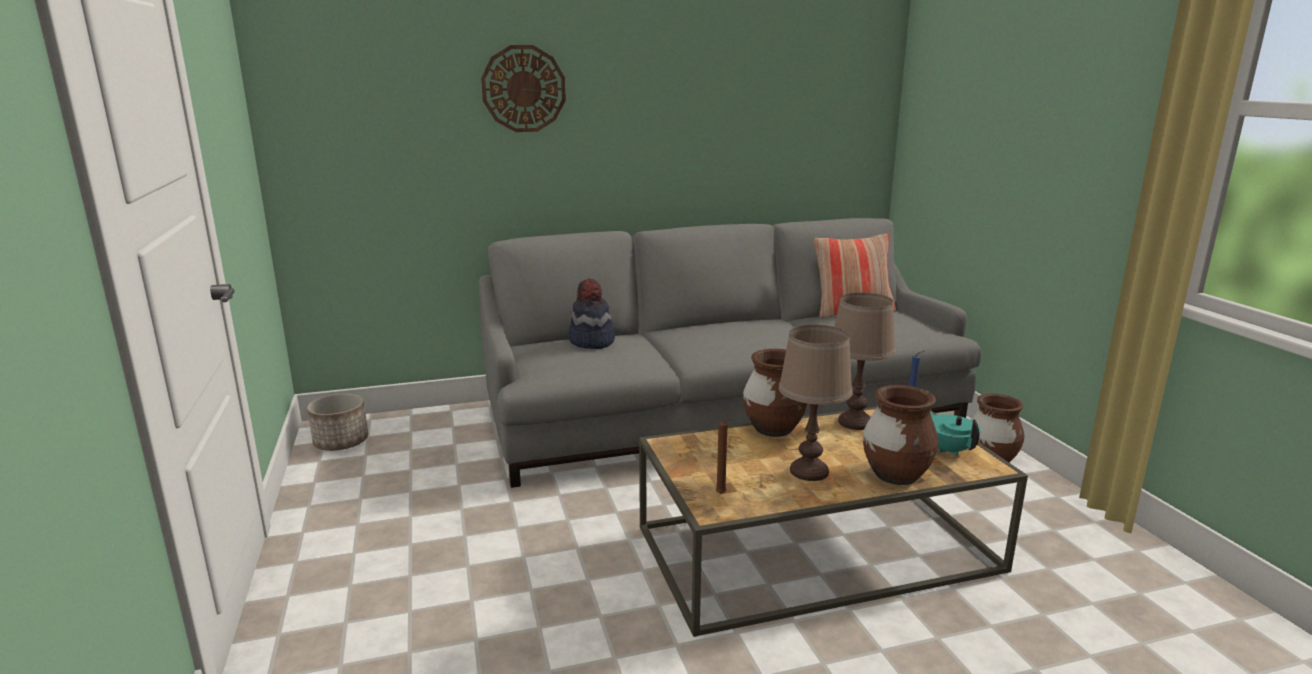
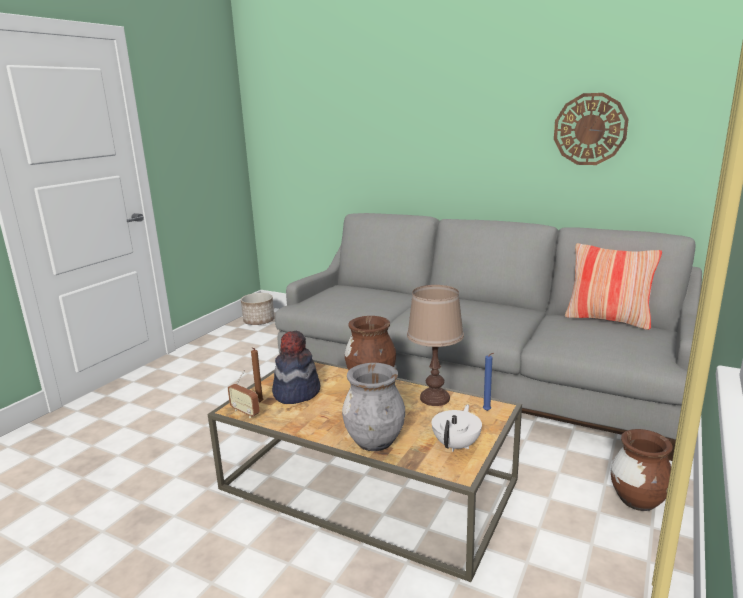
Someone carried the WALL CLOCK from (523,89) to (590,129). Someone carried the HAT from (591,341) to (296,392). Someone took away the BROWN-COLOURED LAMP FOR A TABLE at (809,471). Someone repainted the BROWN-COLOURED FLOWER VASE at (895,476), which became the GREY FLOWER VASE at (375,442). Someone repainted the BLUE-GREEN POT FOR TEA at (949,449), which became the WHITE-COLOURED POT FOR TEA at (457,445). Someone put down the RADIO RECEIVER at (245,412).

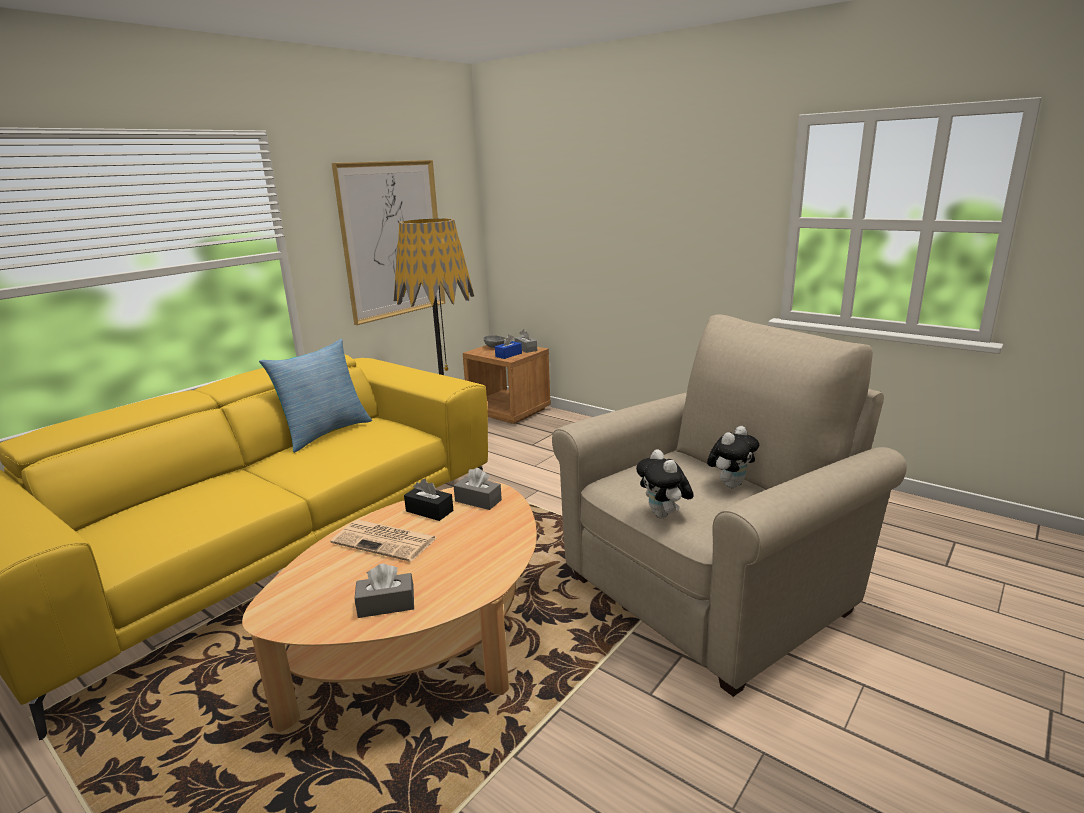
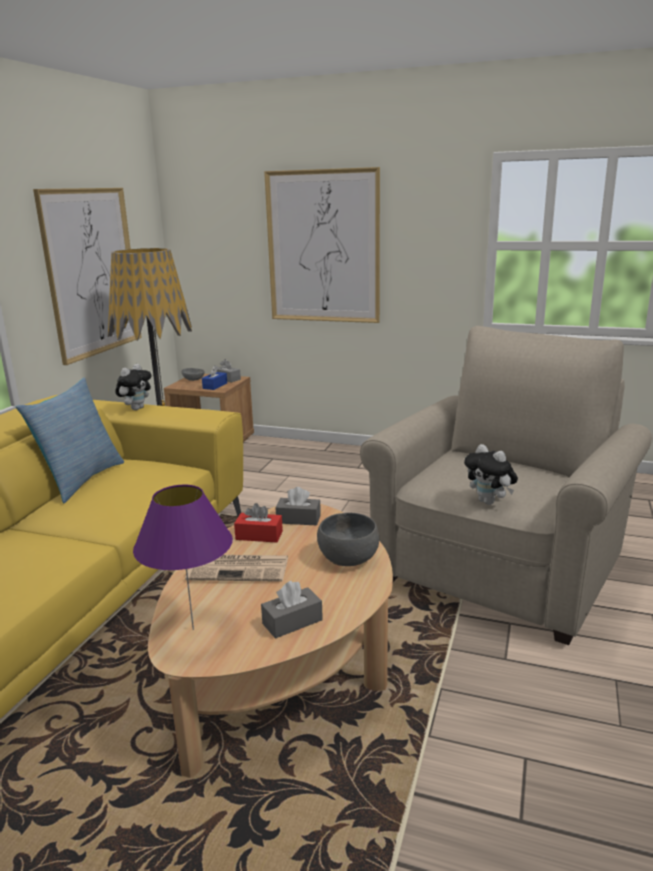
Someone carried the PLUSH TOY from (731,484) to (136,408). Someone repainted the BLACK BOX OF TISSUES at (429,511), which became the RED BOX OF TISSUES at (259,535). Someone put up the PICTURE at (323,247). Someone put down the PURPLE LAMP FOR A TABLE at (192,629). Someone put down the GREY BOWL at (349,558).

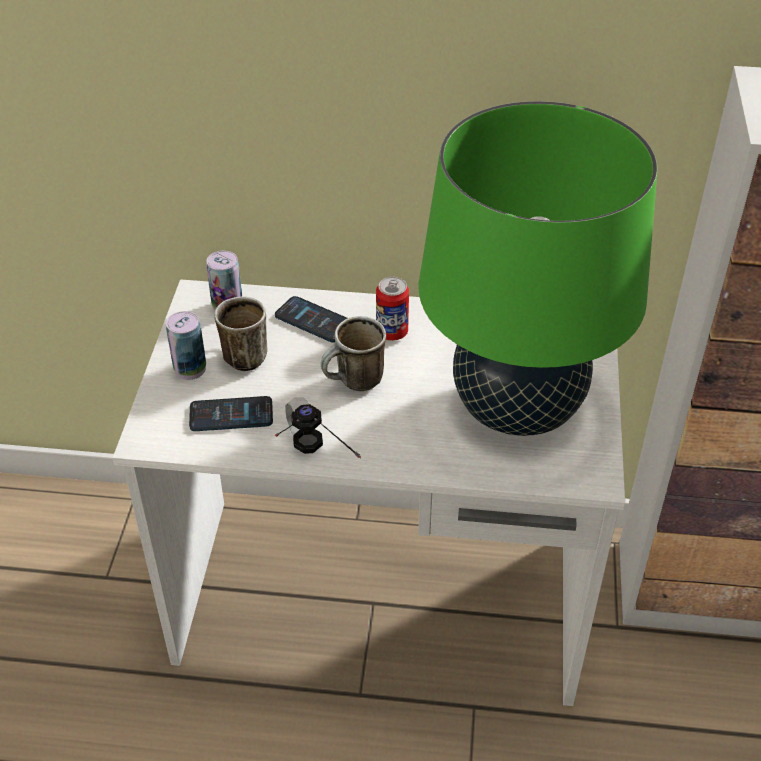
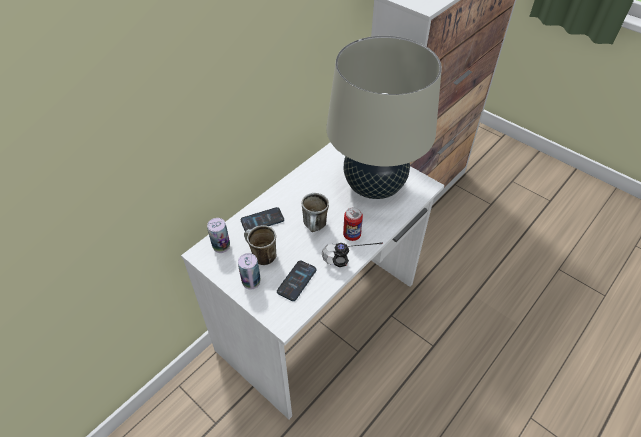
Someone repainted the GREEN-COLOURED LAMP FOR A TABLE at (517,408), which became the BEIGE-COLOURED LAMP FOR A TABLE at (374,186). Someone carried the CAN from (392,332) to (352,235).

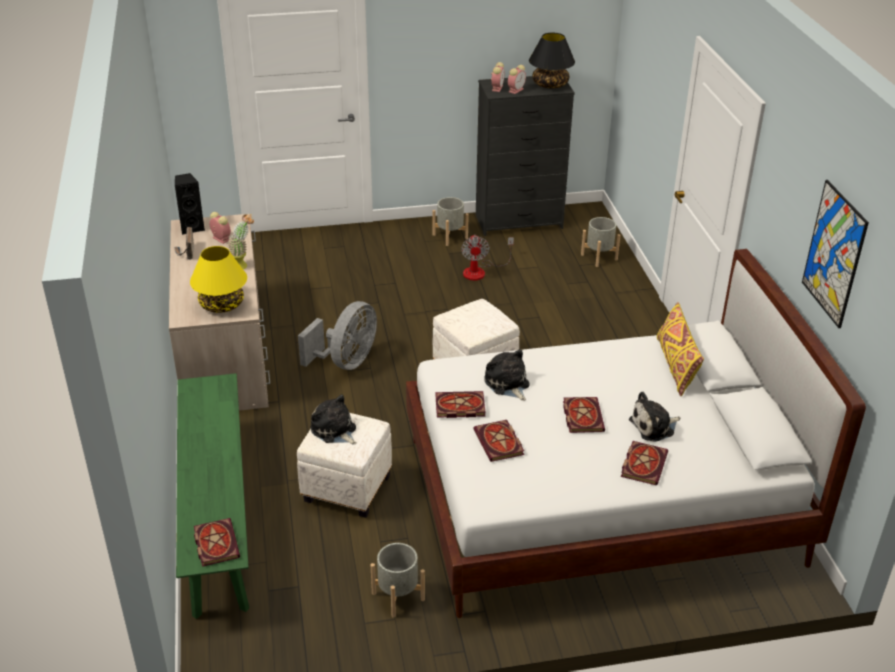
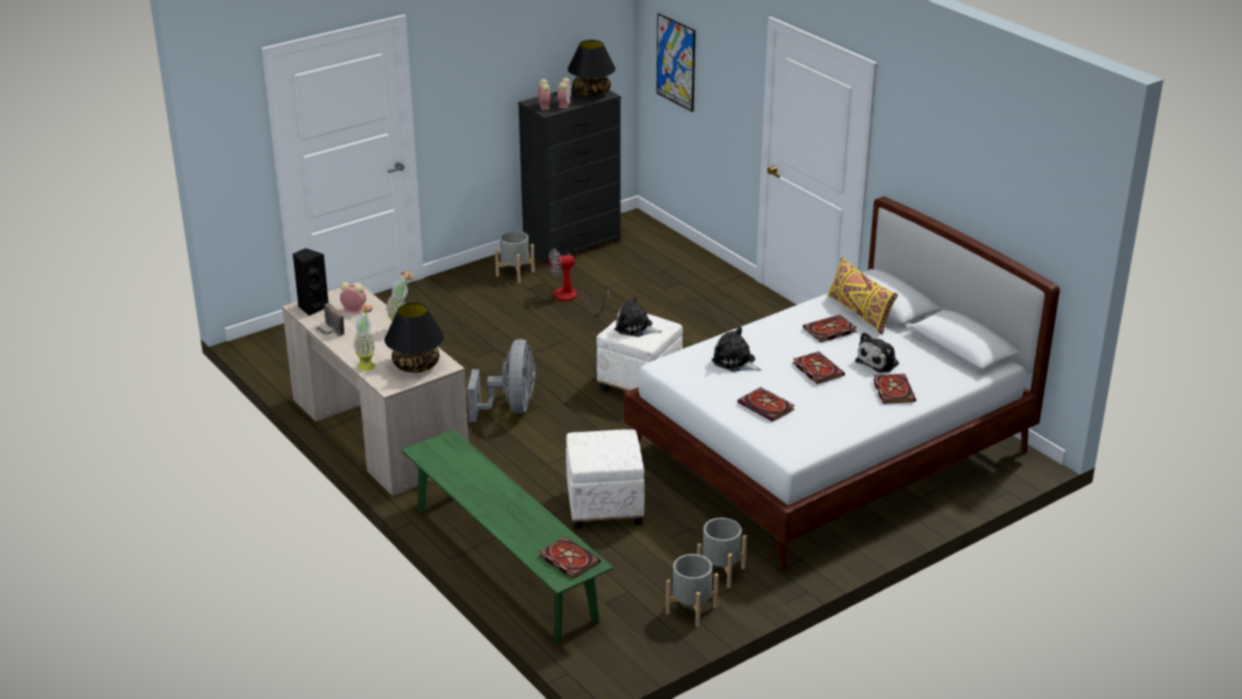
Someone carried the PICTURE from (834,254) to (676,62). Someone carried the GREY PLANTER from (599,257) to (691,610). Someone rotated the FAN at (480,271) by 105 degrees clockwise. Someone repainted the YELLOWISH LAMP FOR A TABLE at (222,305), which became the BLACK LAMP FOR A TABLE at (416,365). Someone carried the VOLUME from (458,407) to (829,331). Someone carried the PLUSH TOY from (334,430) to (635,328). Someone put down the PLANT IN A POT at (367,364).

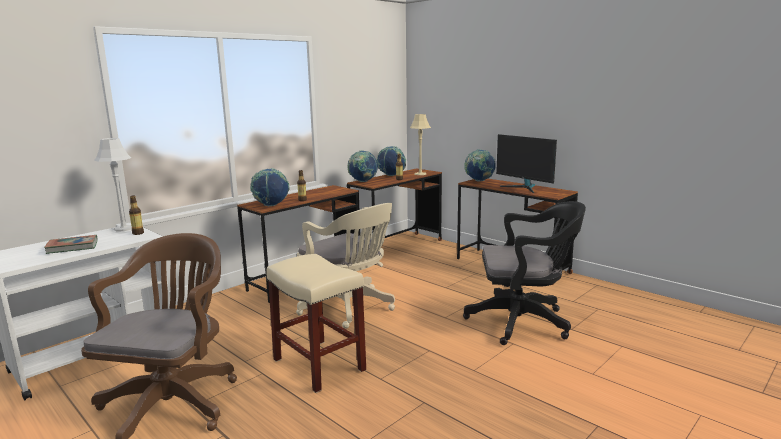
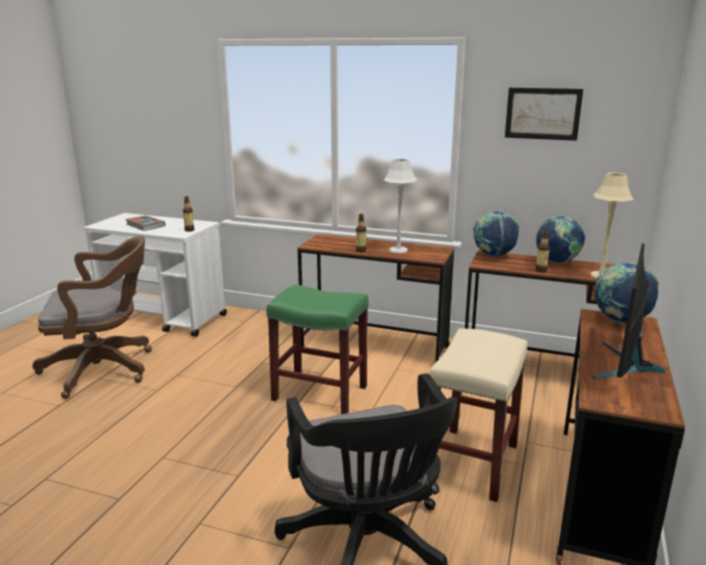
Someone carried the GREY LAMP FOR A TABLE from (124,228) to (398,250). Someone took away the DESK GLOBE at (271,206). Someone swapped the BEIGE-COLOURED OFFICE CHAIR at (349,308) for the GREEN-COLOURED STOOL SEAT at (319,393). Someone carried the BEIGE-COLOURED STOOL SEAT from (318,364) to (471,462). Someone put up the PICTURE at (542,113).

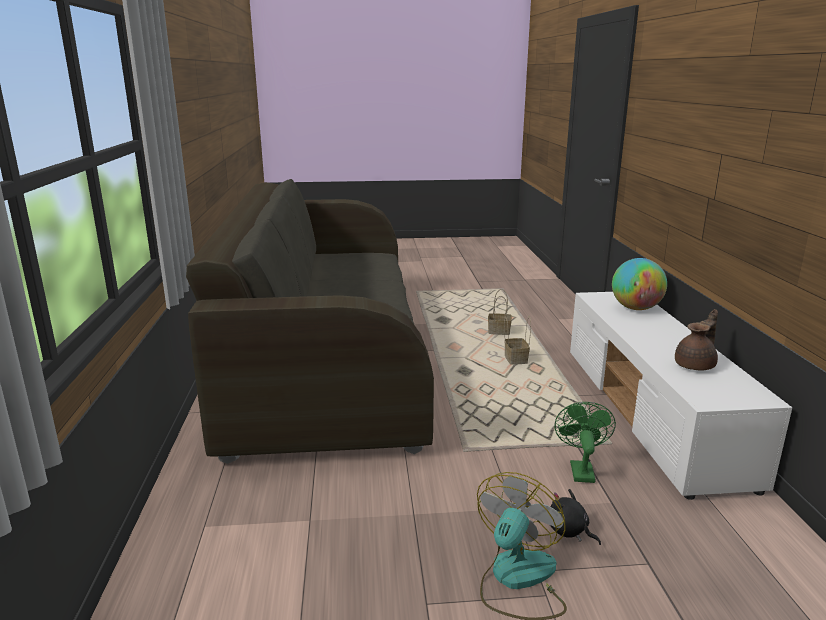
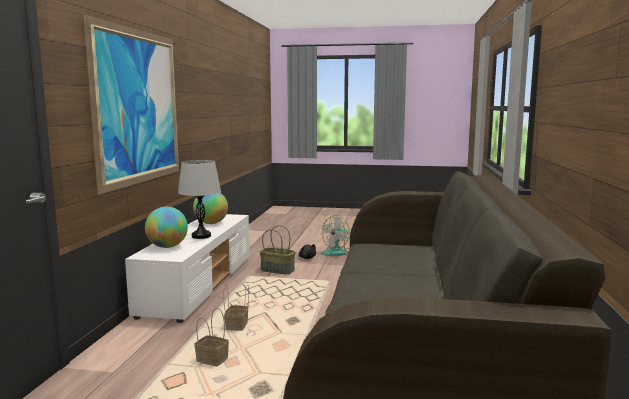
Someone swapped the BROWN-COLOURED POT FOR TEA at (696,365) for the DESK GLOBE at (211,223). Someone swapped the GREEN-COLOURED FAN at (580,469) for the STORAGE BASKET at (278,270). Someone put up the PICTURE at (139,107). Someone put down the GREY LAMP FOR A TABLE at (201,236).

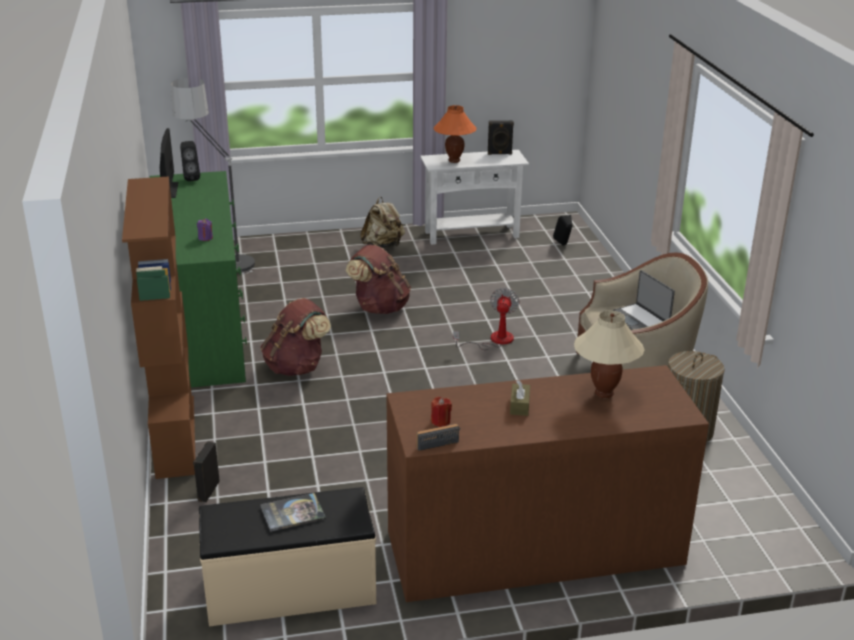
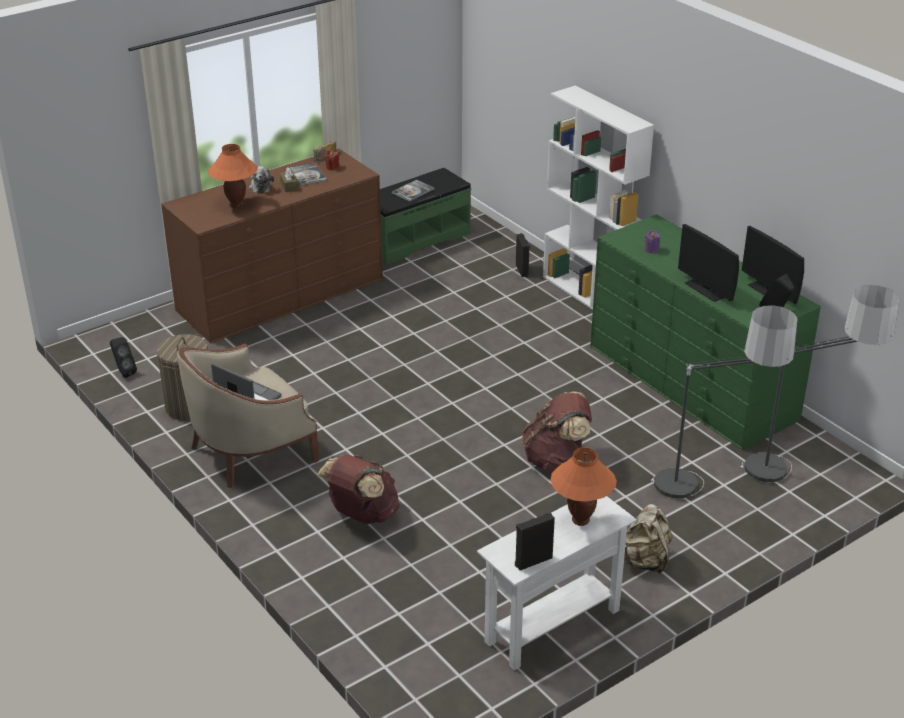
Someone repainted the BROWN-COLOURED BOOKSHELF at (174,435), which became the WHITE-COLOURED BOOKSHELF at (590,295). Someone carried the BLACK AUDIO SPEAKER from (563,245) to (123,372). Someone took away the FAN at (494,340). Someone carried the BROWN-COLOURED BACKPACK from (296,367) to (362,515). Someone repainted the BEIGE-COLOURED LAMP FOR A TABLE at (604,393), which became the ORANGE LAMP FOR A TABLE at (236,205). Someone repainted the BEIGE-COLOURED BENCH at (290,590), which became the GREEN-COLOURED BENCH at (415,239). Someone put down the VOLUME at (307,175). Someone put down the PLUSH TOY at (261,186). Someone put down the COMPUTER DISPLAY at (706,289). Someone put down the STANDARD LAMP at (709,495).

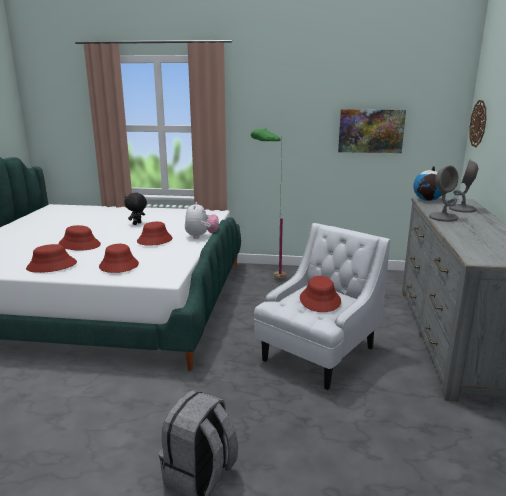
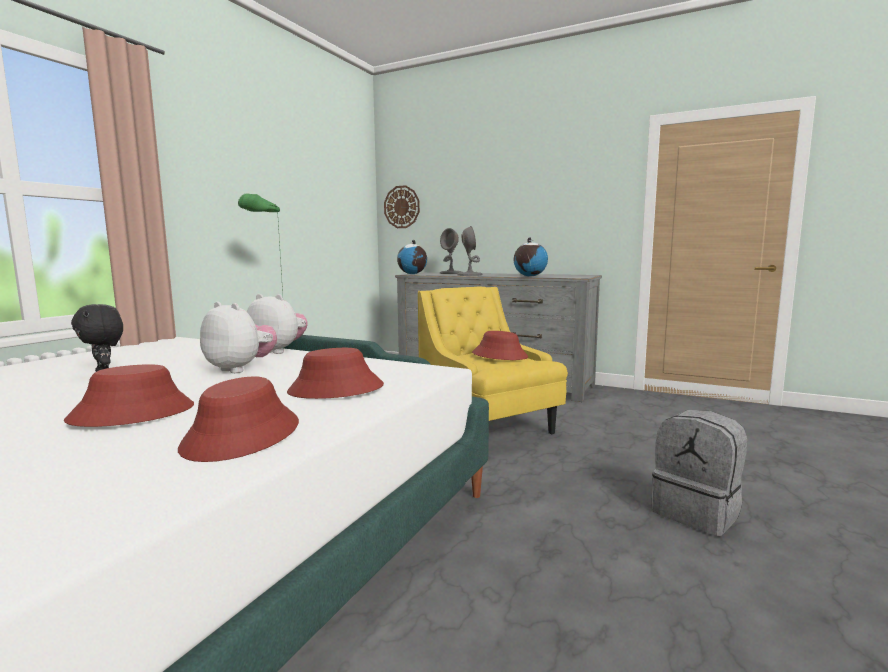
Someone took away the PICTURE at (371,131). Someone swapped the RED HAT at (154,240) for the PLUSH TOY at (240,369). Someone repainted the WHITE-COLOURED ARMCHAIR at (318,355), which became the YELLOWISH ARMCHAIR at (489,426). Someone put down the DESK GLOBE at (529,276).

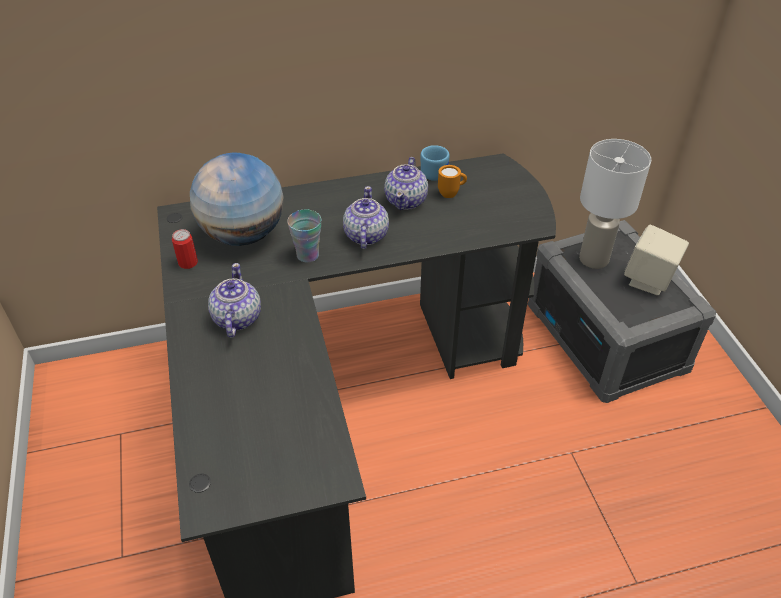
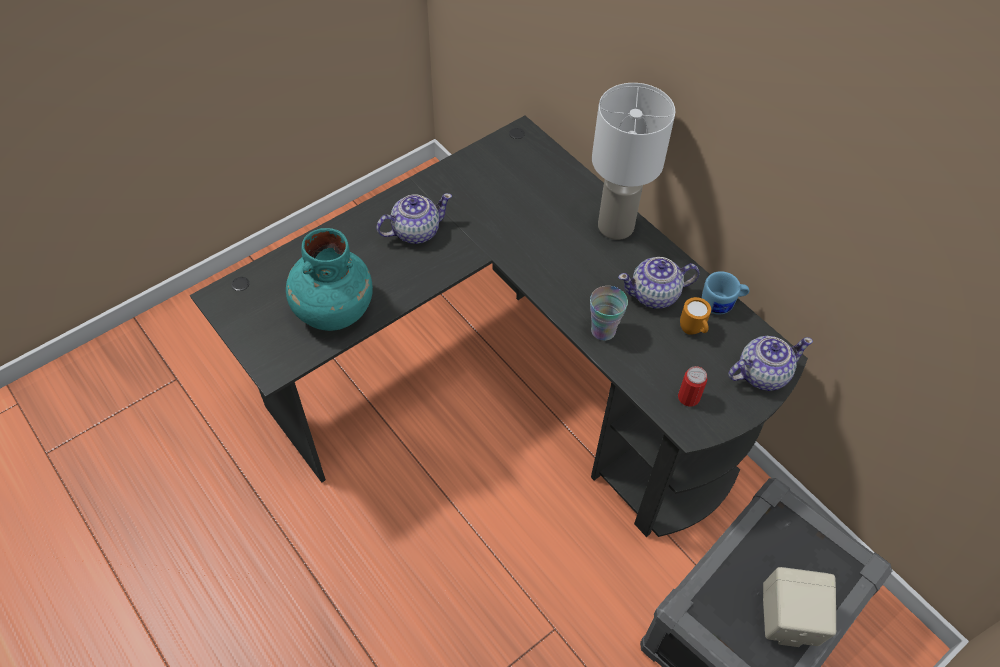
Someone carried the WHITE-COLOURED LAMP FOR A TABLE from (593,259) to (616,226). Someone took away the DESK GLOBE at (244,234). Someone carried the POT FOR TEA from (365,236) to (761,374). Someone carried the DRINKING CUP from (308,255) to (603,330). Someone carried the CAN from (188,263) to (688,397). Someone put down the BLUE-GREEN FLOWER VASE at (333,310).

